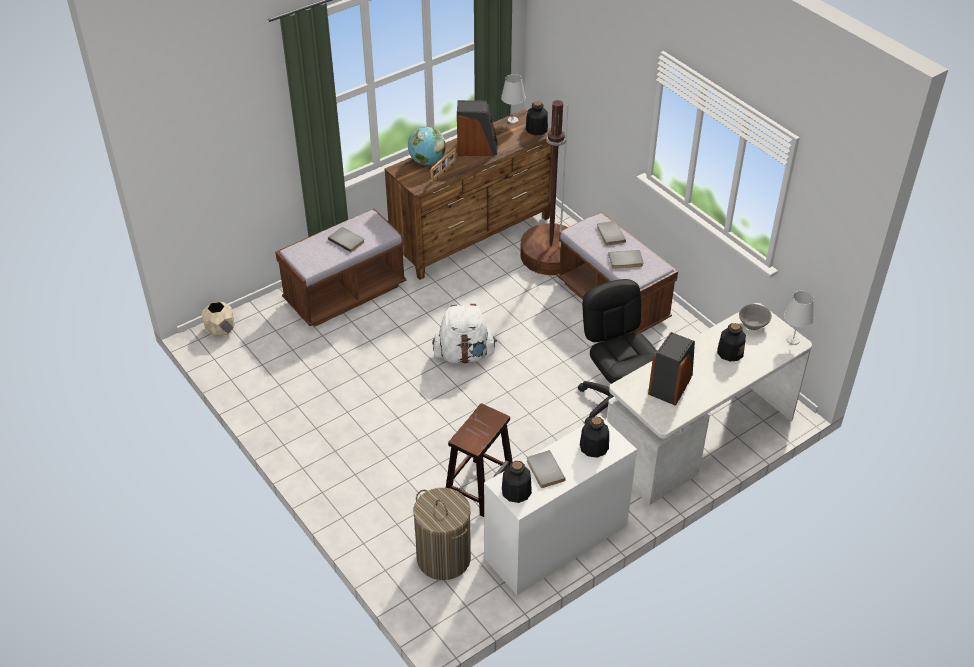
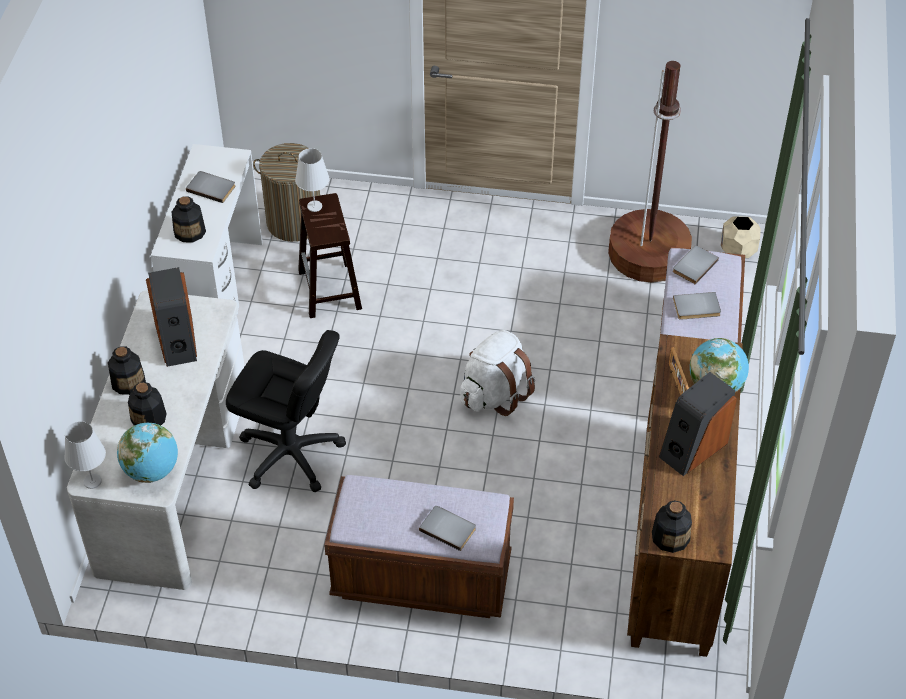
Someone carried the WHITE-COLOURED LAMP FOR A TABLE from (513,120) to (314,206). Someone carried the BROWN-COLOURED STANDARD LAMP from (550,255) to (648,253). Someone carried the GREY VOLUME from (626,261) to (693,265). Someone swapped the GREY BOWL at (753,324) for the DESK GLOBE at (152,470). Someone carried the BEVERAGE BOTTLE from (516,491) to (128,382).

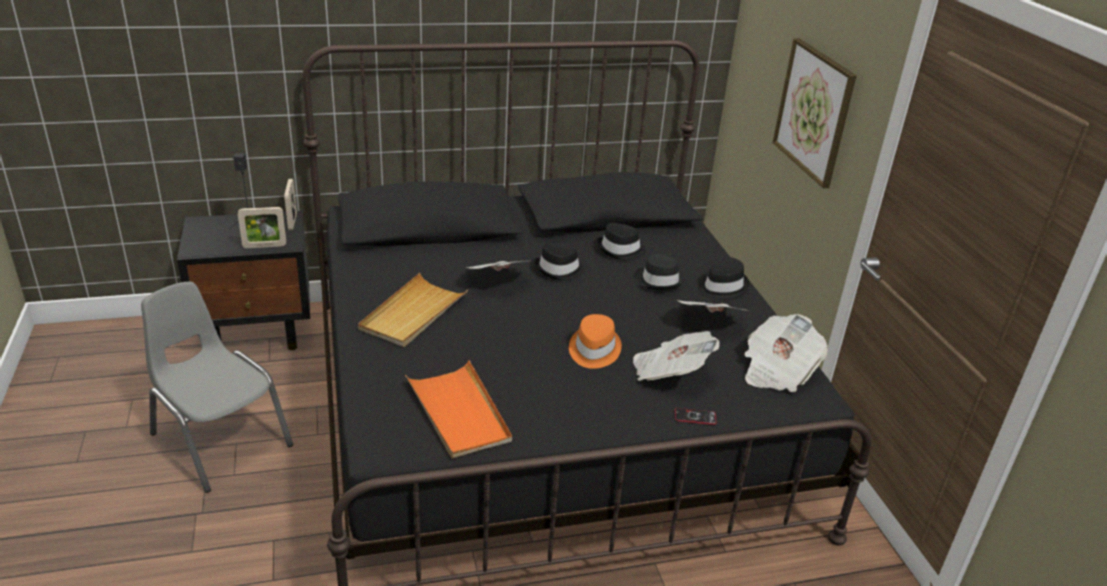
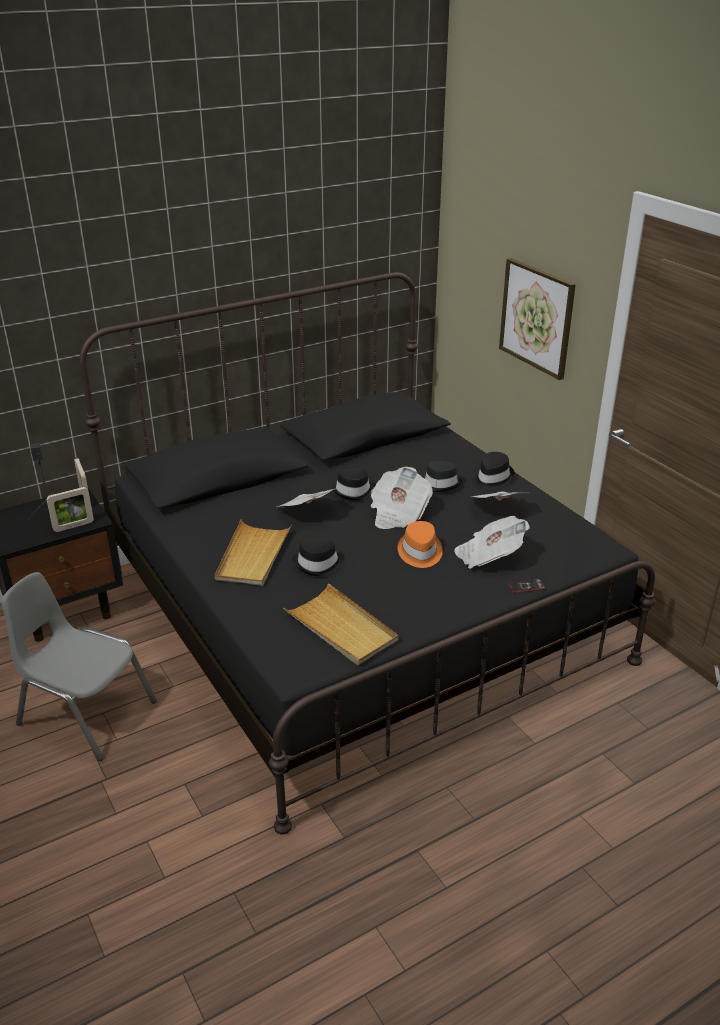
Someone carried the BLACK HAT from (621,250) to (319,565). Someone carried the DAILY PAPER from (777,371) to (398,514). Someone repainted the ORANGE CARRYING TRAY at (459,413), which became the BEIGE-COLOURED CARRYING TRAY at (341,628).

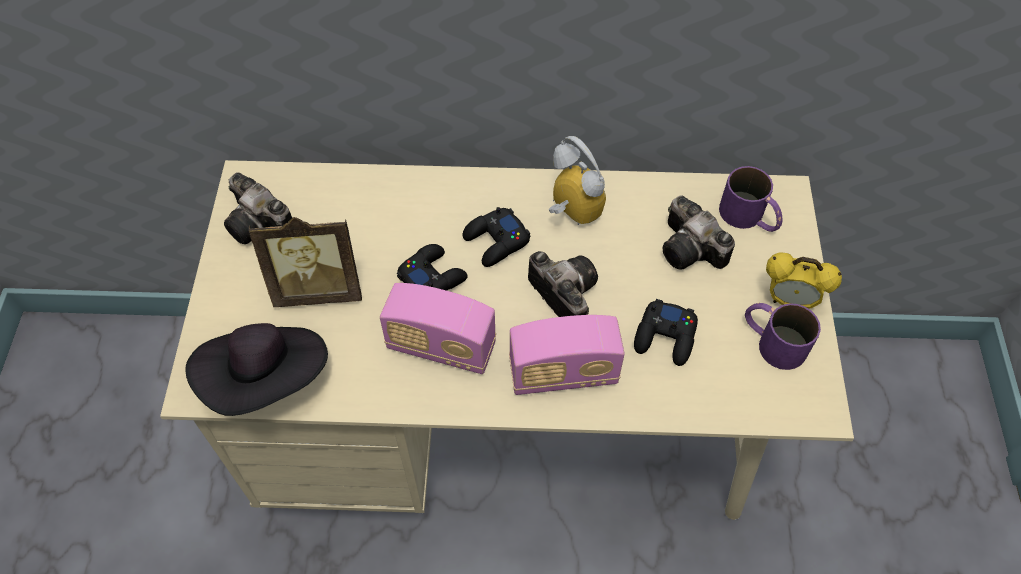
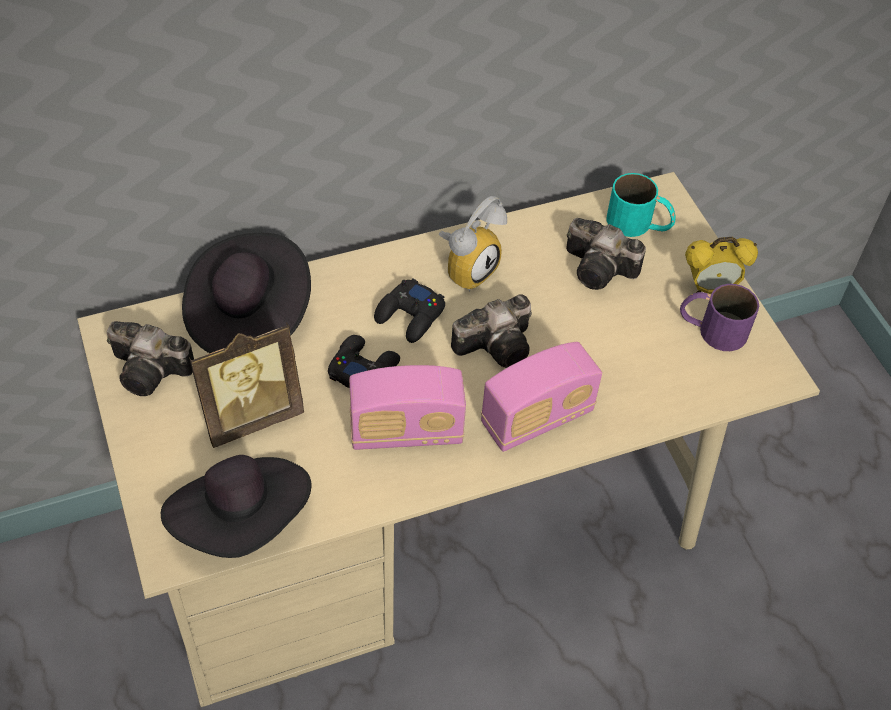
Someone rotated the TABLE CLOCK at (568,212) by 105 degrees clockwise. Someone repainted the PURPLE TEA MUG at (749,217), which became the BLUE-GREEN TEA MUG at (639,224). Someone rotated the STILL CAMERA at (562,292) by 120 degrees clockwise. Someone took away the BLACK JOYPAD at (665,337). Someone put down the BLACK HAT at (248,316).

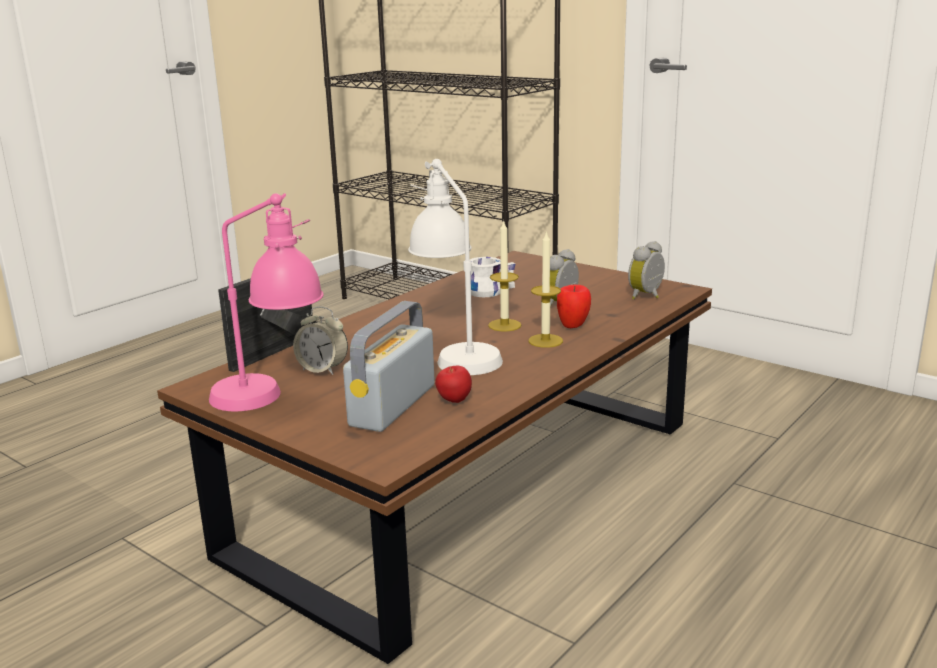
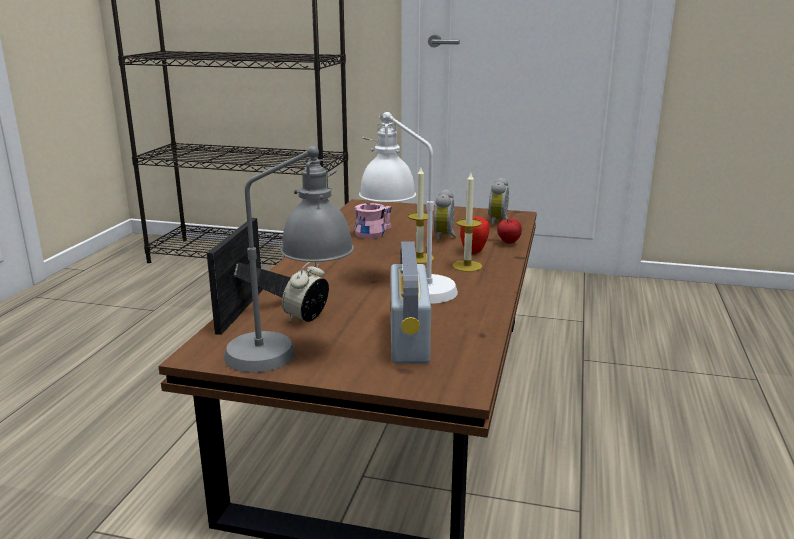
Someone repainted the PINK LAMP FOR A TABLE at (272,400), which became the GREY LAMP FOR A TABLE at (291,354). Someone repainted the WHITE-COLOURED TEA MUG at (489,290), which became the PINK TEA MUG at (372,232). Someone rotated the TABLE CLOCK at (322,369) by 120 degrees clockwise. Someone carried the APPLE FRUIT from (454,401) to (508,243).

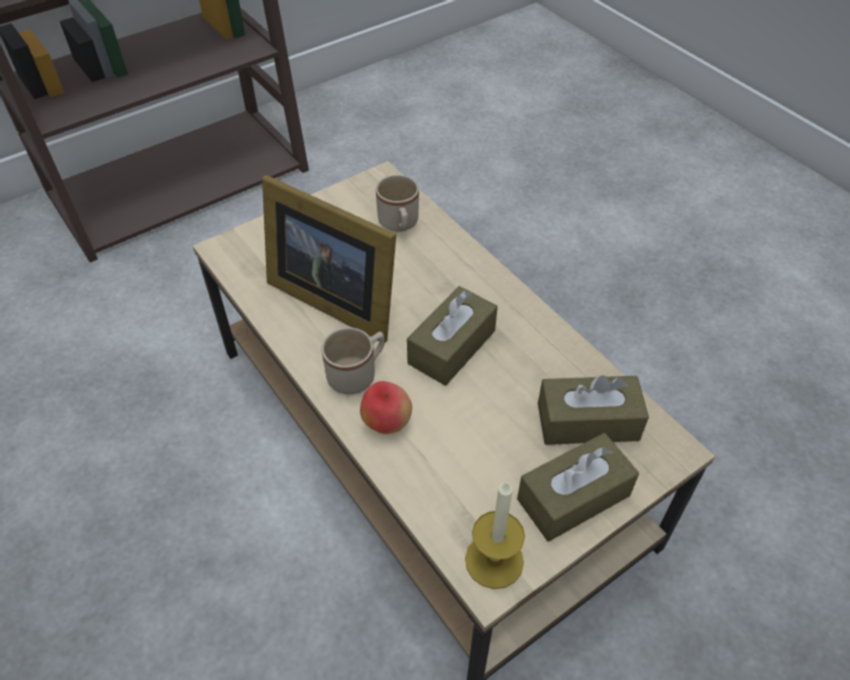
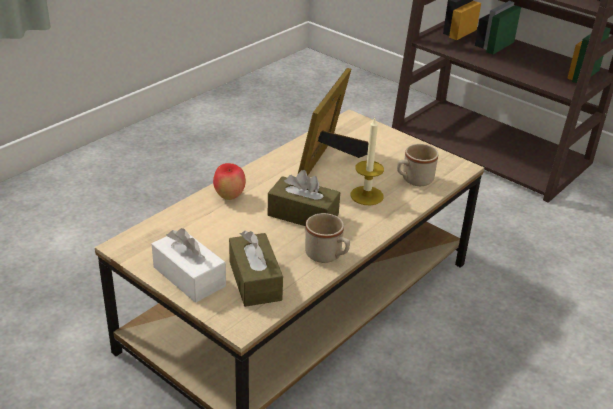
Someone carried the BEIGE-COLOURED TEA MUG from (357,374) to (327,256). Someone repainted the BROWN-COLOURED BOX OF TISSUES at (573,497), which became the WHITE-COLOURED BOX OF TISSUES at (189,276). Someone carried the CANDLE from (494,560) to (366,195).

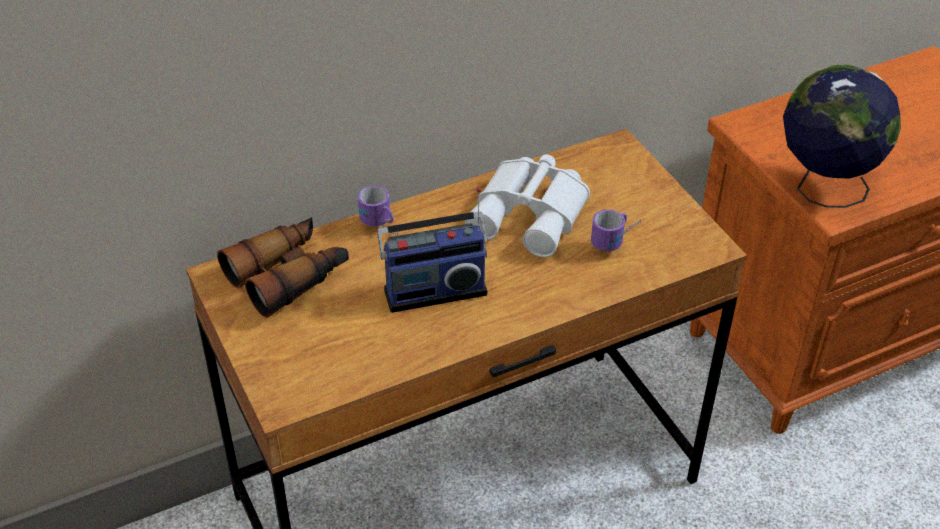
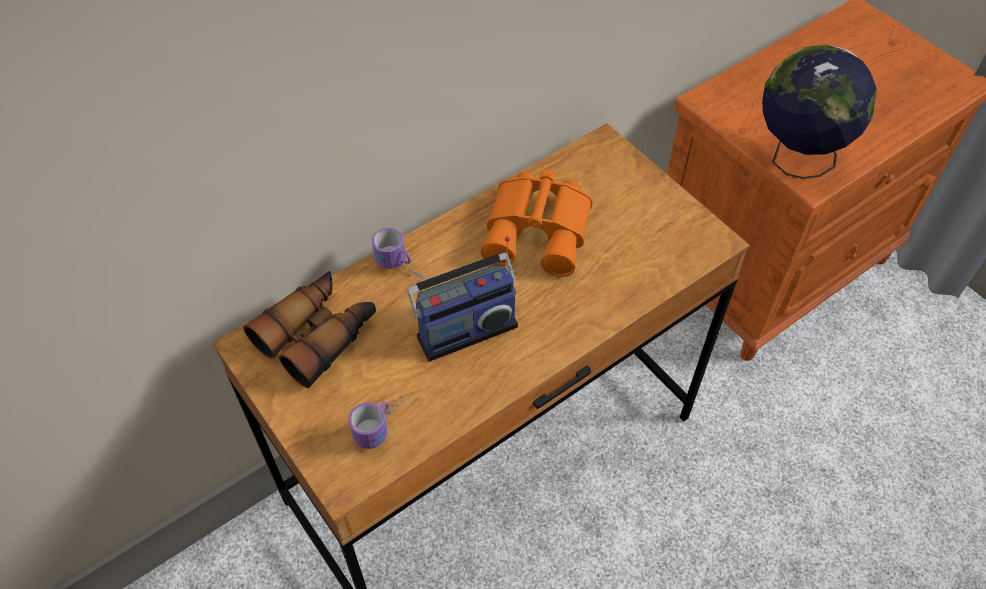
Someone repainted the WHITE-COLOURED PAIR OF BINOCULARS at (532,214), which became the ORANGE PAIR OF BINOCULARS at (540,230). Someone carried the TEA MUG from (618,239) to (384,423).

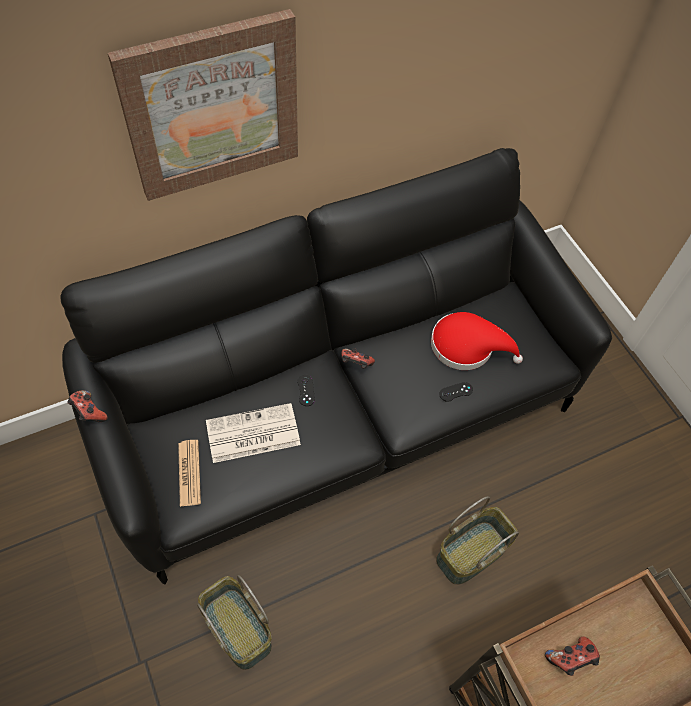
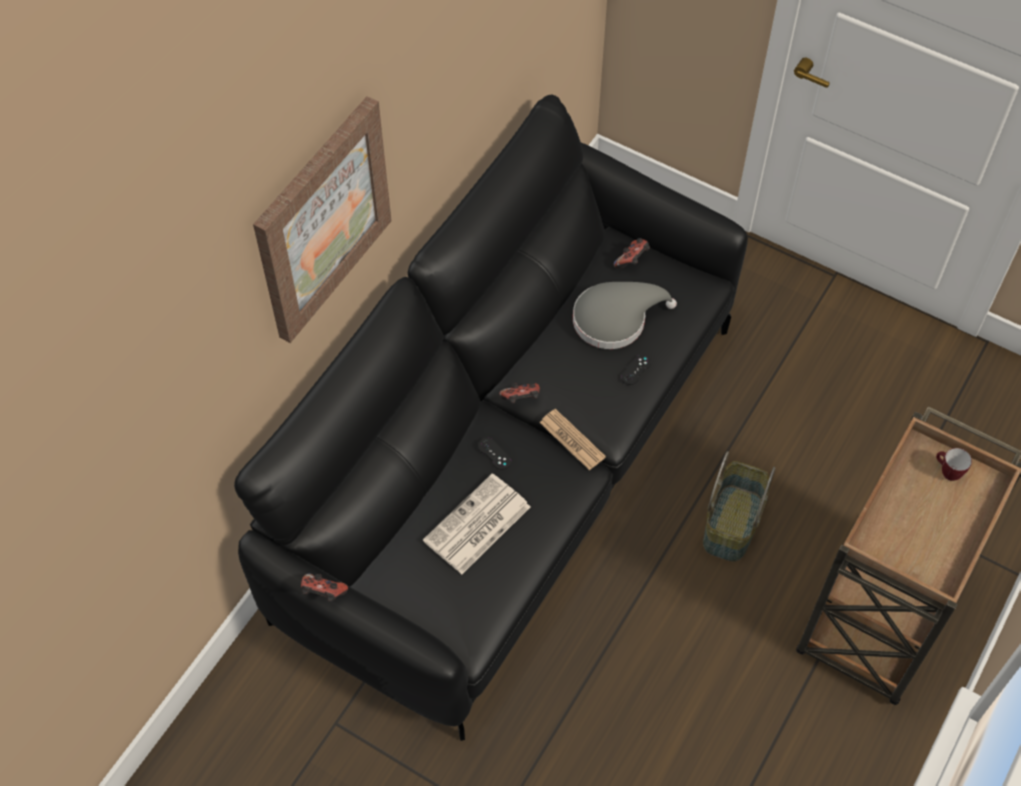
Someone repainted the RED HAT at (467,346), which became the GREY HAT at (615,319). Someone carried the DAILY PAPER from (189,473) to (572,440). Someone took away the STORAGE BASKET at (236,629). Someone carried the JOYPAD from (570,659) to (632,260). Someone put down the TEA MUG at (946,472).

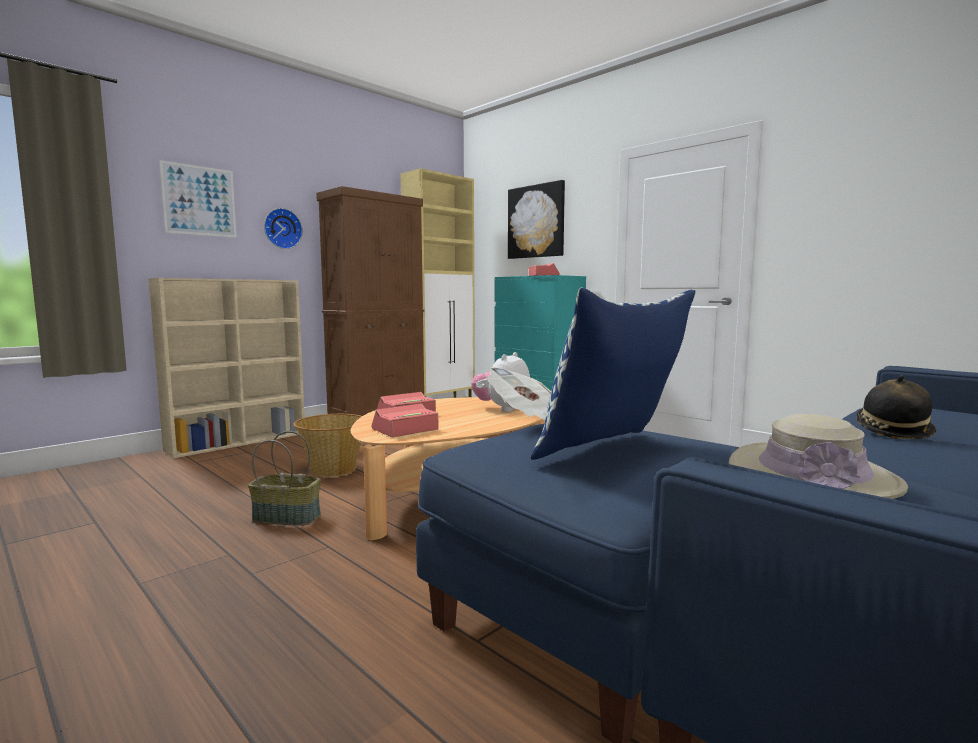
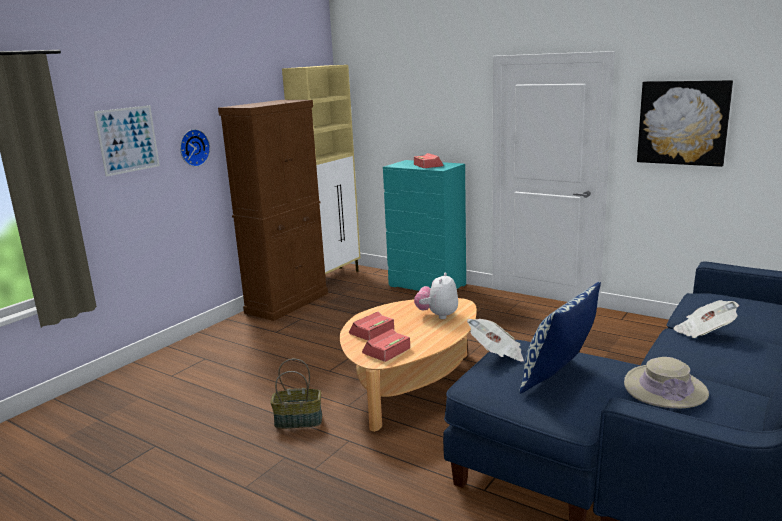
Someone carried the PICTURE from (536,221) to (683,122). Someone took away the BEIGE-COLOURED BOOKSHELF at (239,441). Someone swapped the HAT at (892,432) for the DAILY PAPER at (704,332). Someone took away the STORAGE BASKET at (332,469).

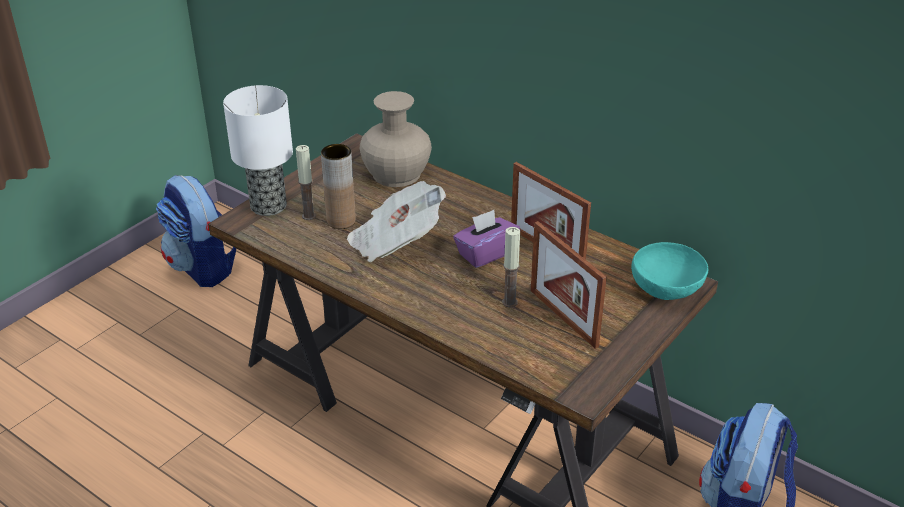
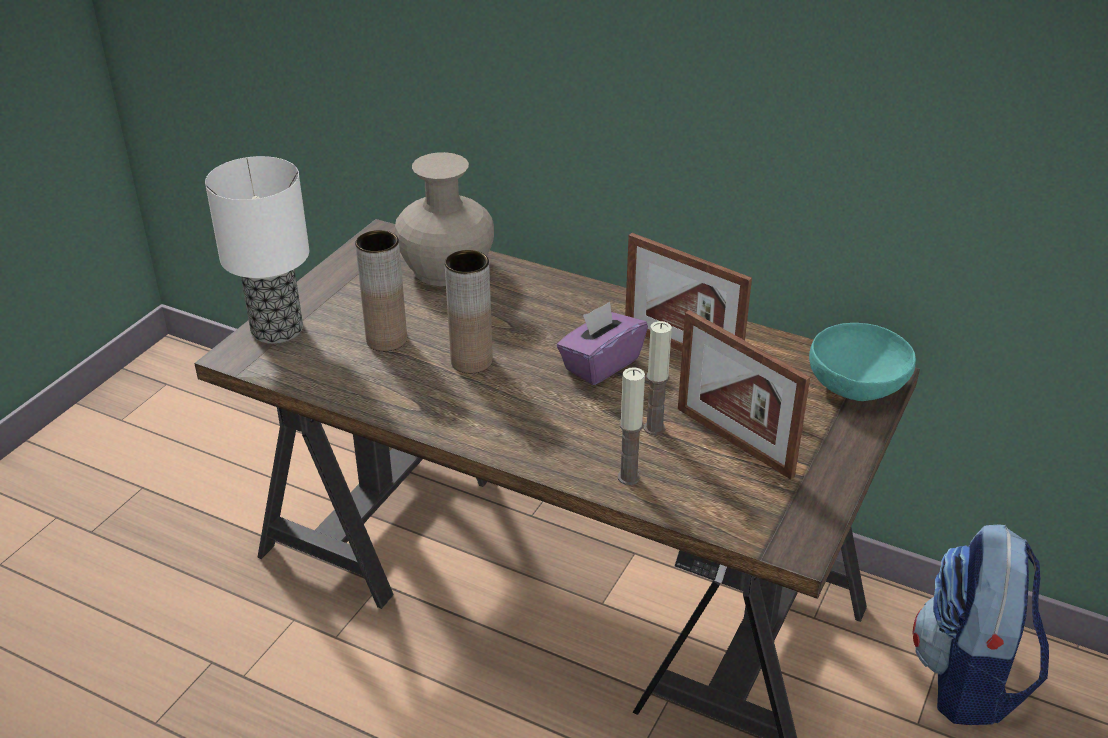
Someone carried the CANDLE from (308,216) to (628,477). Someone took away the BACKPACK at (203,267). Someone swapped the DAILY PAPER at (395,242) for the BROWN-COLOURED FLOWER VASE at (471,361).

